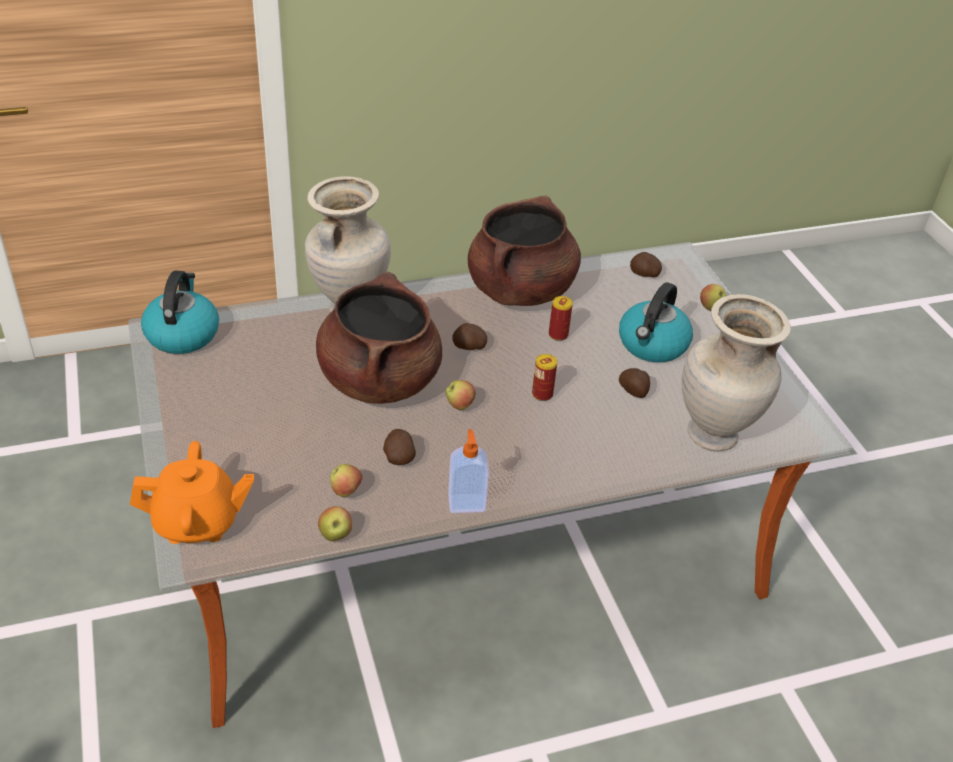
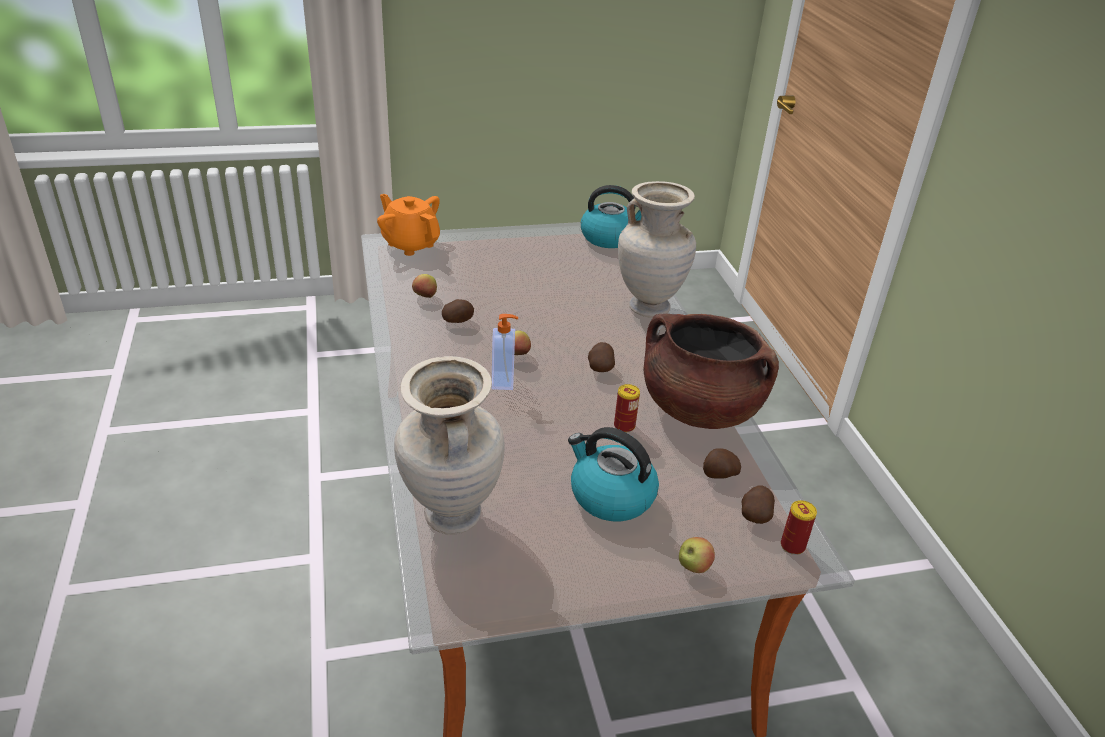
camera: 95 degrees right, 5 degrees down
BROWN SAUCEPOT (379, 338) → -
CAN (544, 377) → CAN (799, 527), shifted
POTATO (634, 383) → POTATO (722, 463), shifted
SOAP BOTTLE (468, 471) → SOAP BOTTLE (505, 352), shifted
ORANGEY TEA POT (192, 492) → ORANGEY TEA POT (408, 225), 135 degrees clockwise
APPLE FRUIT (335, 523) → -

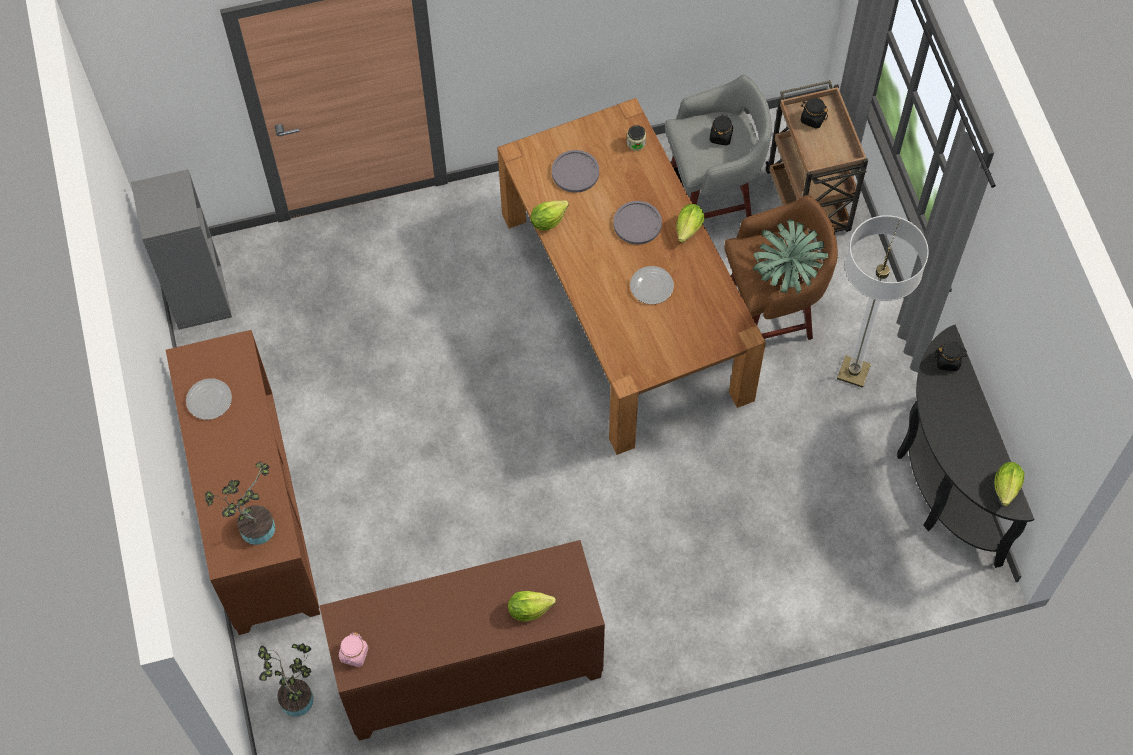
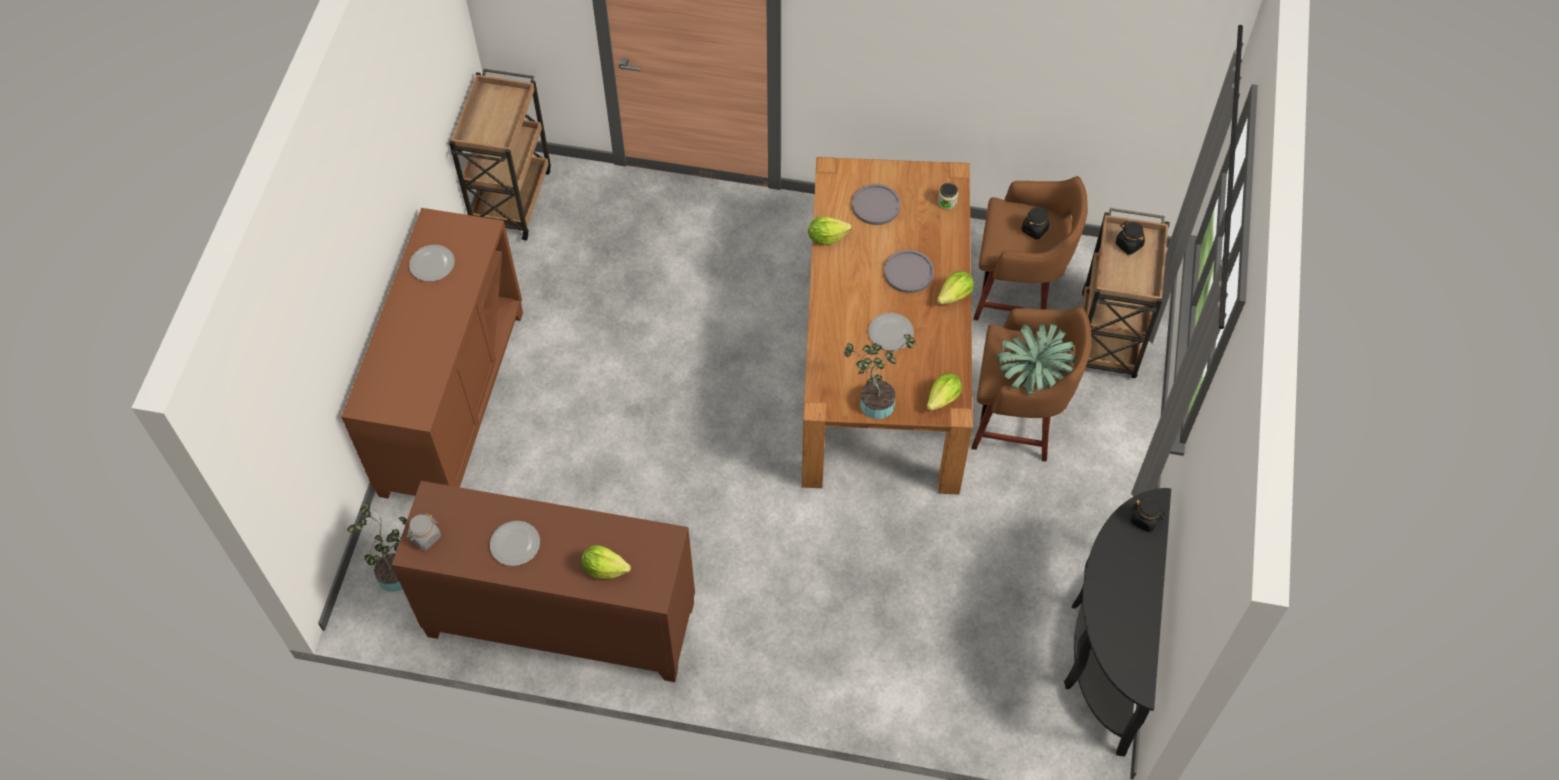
camera: 25 degrees right, 5 degrees down
GRAY STOOL SEAT (718, 146) → BROWN STOOL SEAT (1030, 248)
GRAY BOOKCASE (181, 249) → BROWN WHEELED CART (500, 154)
STANDING LAMP (883, 301) → -
POTTED PLANT (240, 503) → POTTED PLANT (880, 376), shifted
LETTUCE (1009, 484) → LETTUCE (944, 392), shifted
PINK-COLOURED STORAGE JAR (354, 649) → GRAY STORAGE JAR (424, 532)
- → PLATE (515, 543)

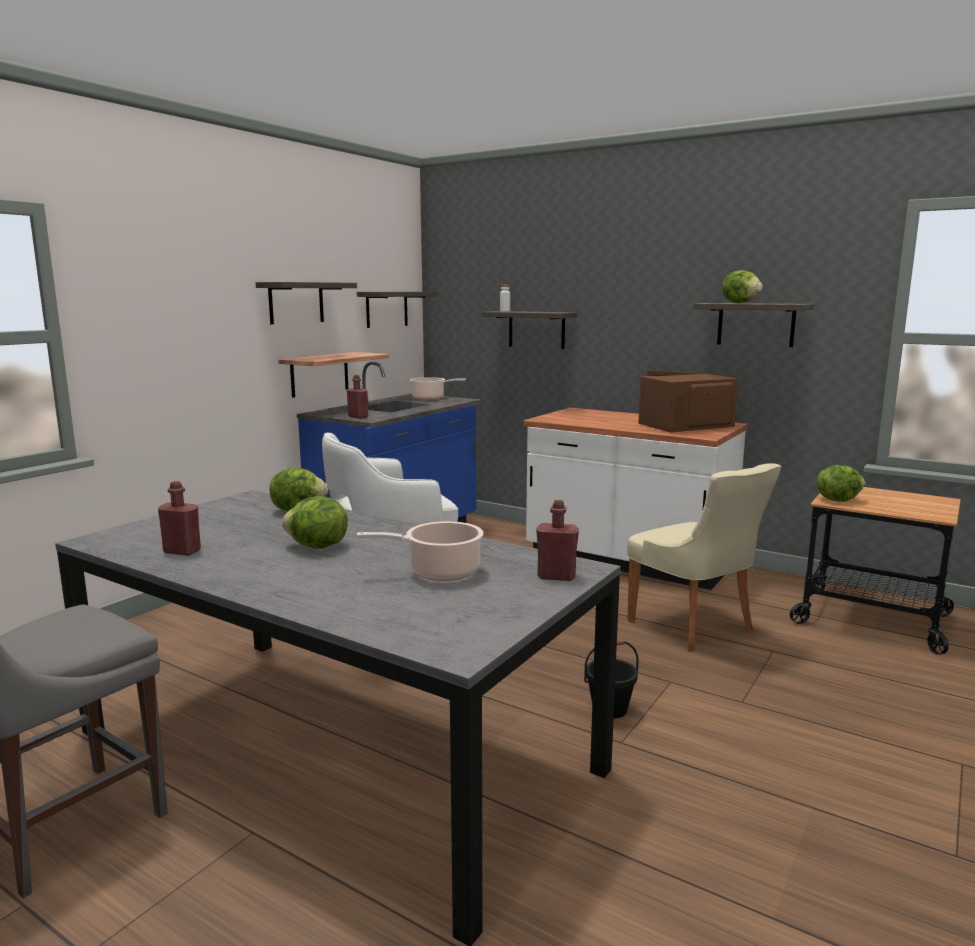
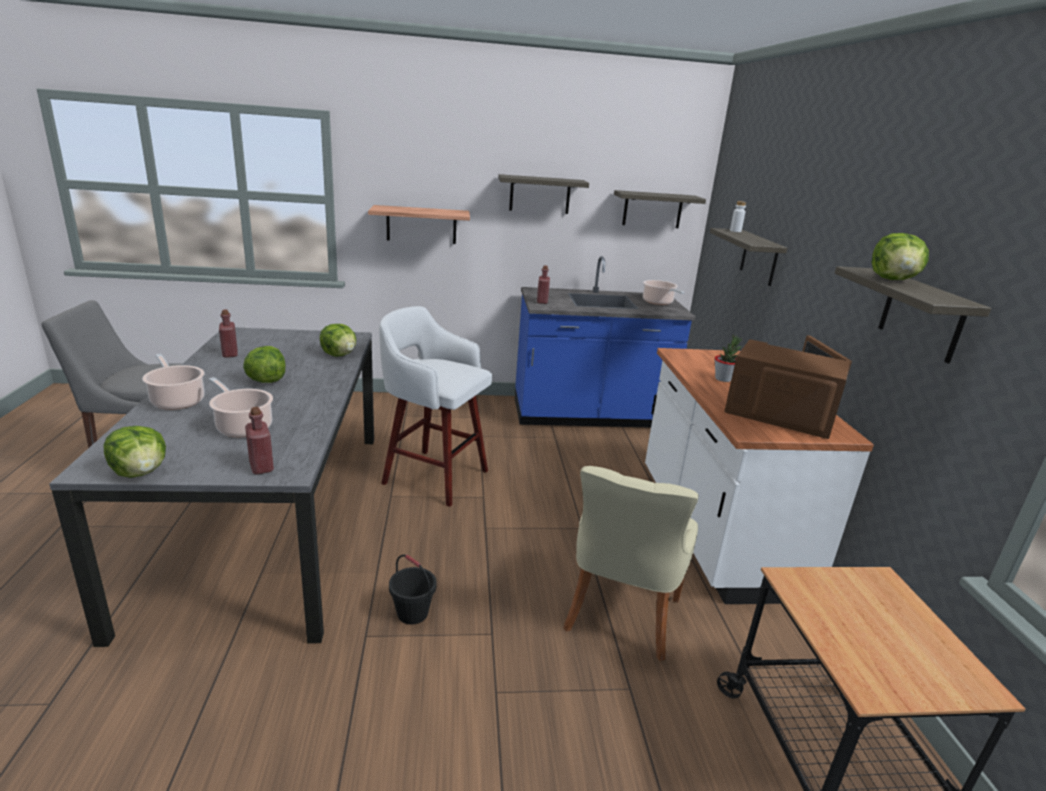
camera: 50 degrees right, 10 degrees up
WALL SHELF (333, 375) → WALL SHELF (419, 224), shifted
LETTUCE (840, 483) → LETTUCE (135, 452), shifted
- → POTTED PLANT (728, 358)
- → SAUCEPOT (173, 382)

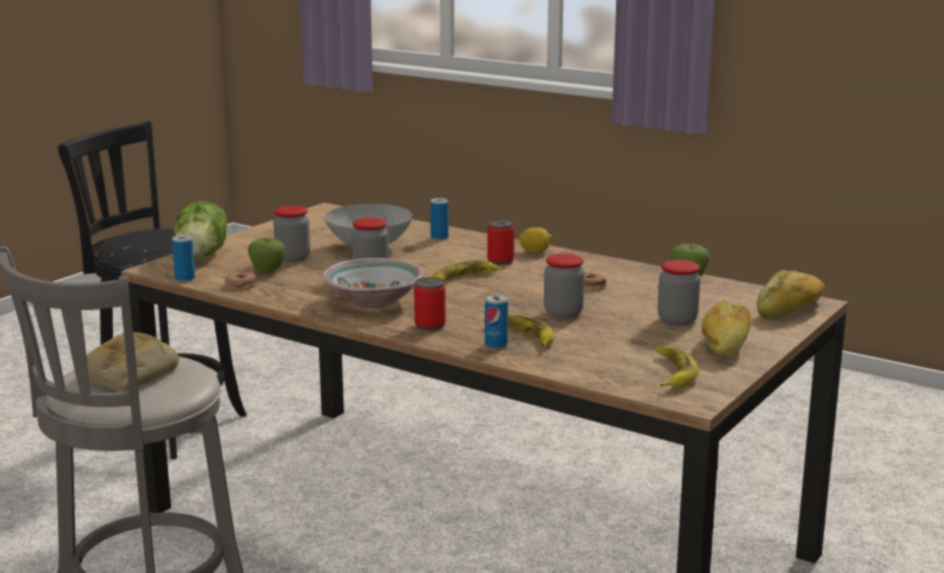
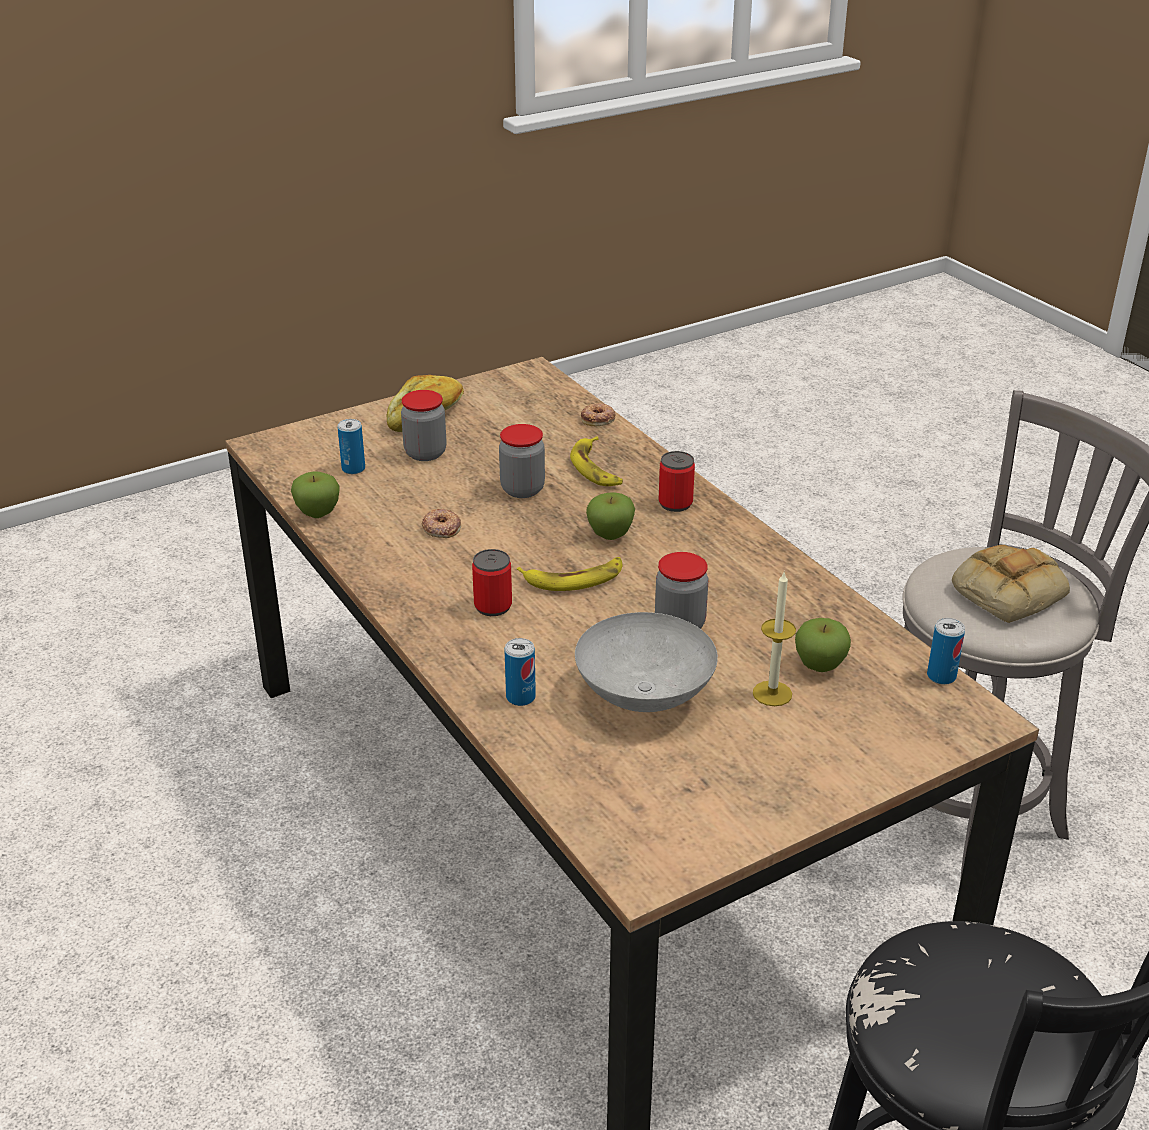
camera: 155 degrees left, 15 degrees up
LETTUCE (200, 229) → -
STORAGE JAR (291, 234) → WAX CANDLE (774, 639)
LEMON (535, 240) → -
DEEP DISH (373, 283) → -
BREAD (791, 294) → -
RING DOUGHNUT (241, 280) → RING DOUGHNUT (598, 414), shifted
CAN (496, 322) → CAN (351, 446), shifted
BANANA (677, 367) → -
- → APPLE FRUIT (610, 516)

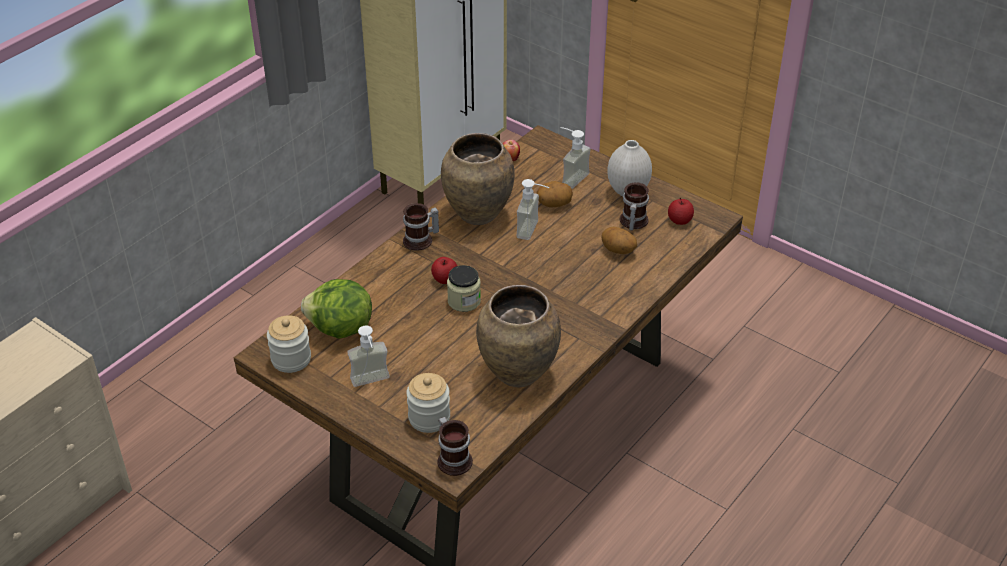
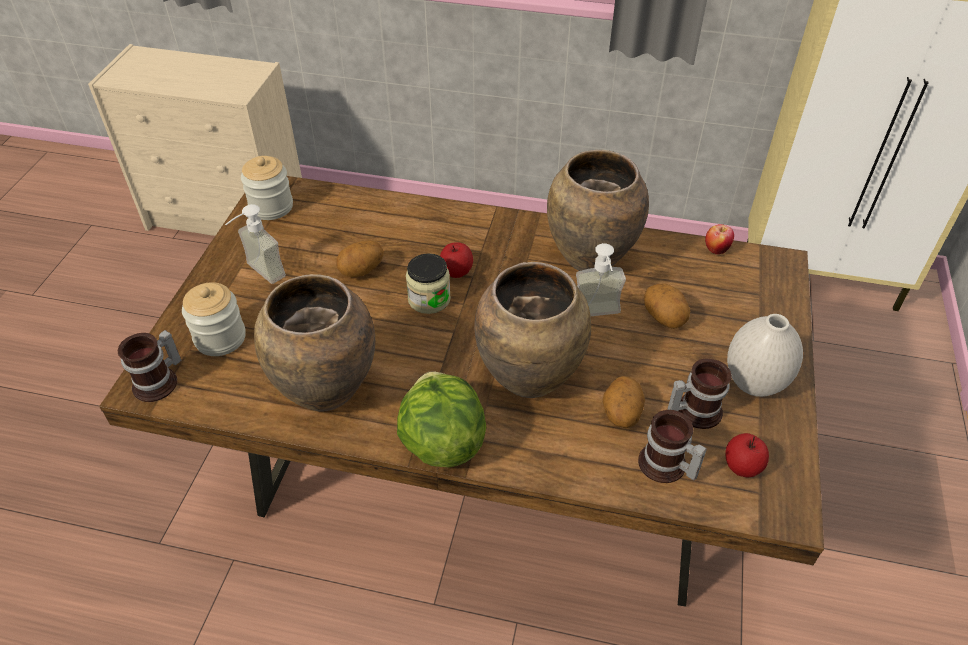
camera: 65 degrees right, 5 degrees up
SOAP BOTTLE (575, 158) → -
COFFEE MUG (421, 227) → COFFEE MUG (672, 446), shifted
LETTUCE (336, 309) → LETTUCE (441, 419), shifted
- → POTATO (360, 258)
- → BROWN VASE (532, 330)

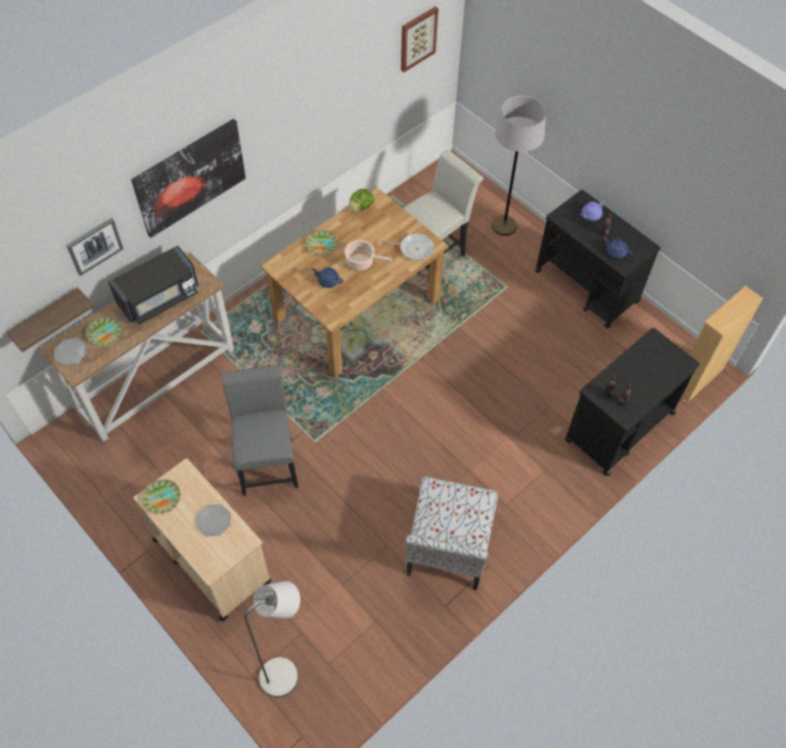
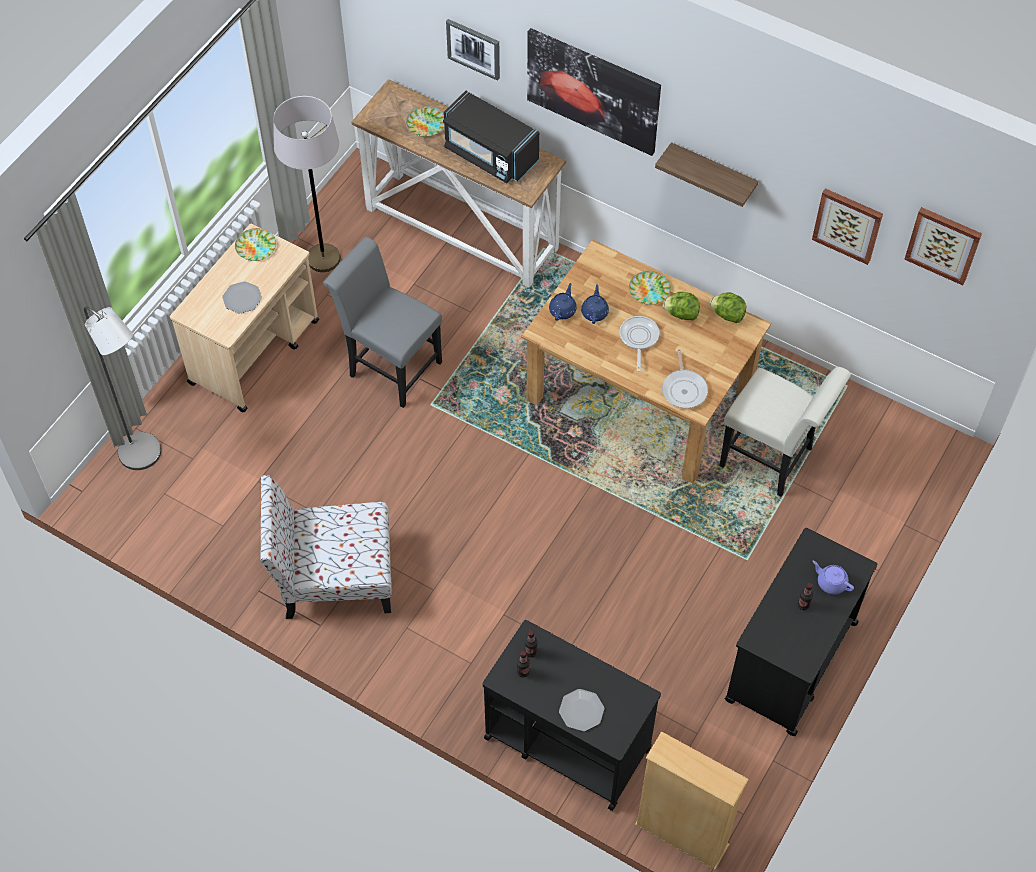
camera: 75 degrees right, 0 degrees up
GRAY STANDING LAMP (519, 166) → GRAY STANDING LAMP (307, 184), shifted
BLUE-COLOURED TEA POT (617, 247) → BLUE-COLOURED TEA POT (563, 302), shifted
SAUCEPOT (368, 255) → FRYING PAN (639, 344)
WALL SHELF (50, 319) → WALL SHELF (706, 174), shifted
PLATE (70, 352) → PLATE (581, 710), shifted
GRAY PLAIN CHAIR (260, 430) → GRAY PLAIN CHAIR (382, 322), 120 degrees counterclockwise
- → PICTURE (847, 226)
- → LETTUCE (681, 306)

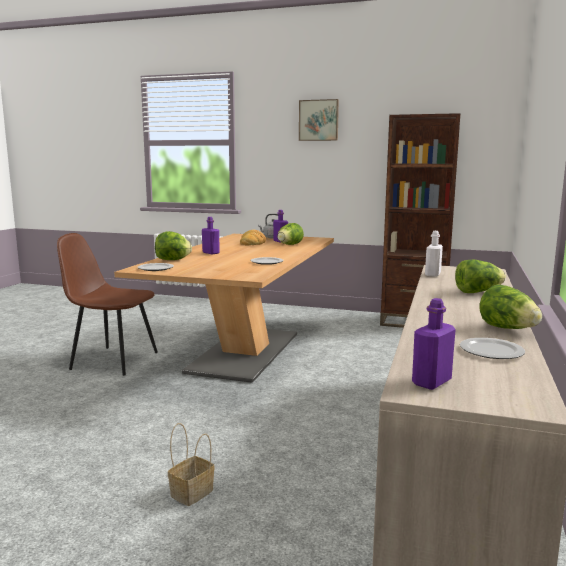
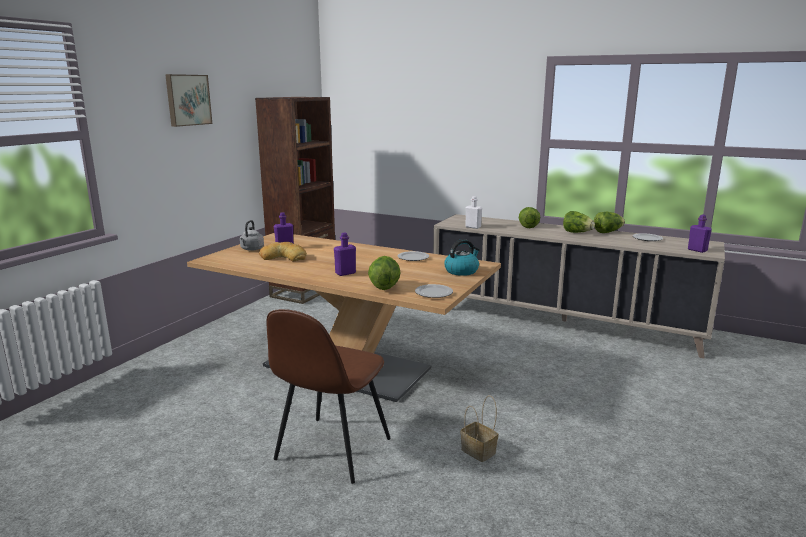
camera: 80 degrees left, 5 degrees up
LETTUCE (290, 234) → LETTUCE (579, 222), shifted
BASKET (191, 464) → BASKET (479, 428), shifted
- → TEA KETTLE (462, 257)

